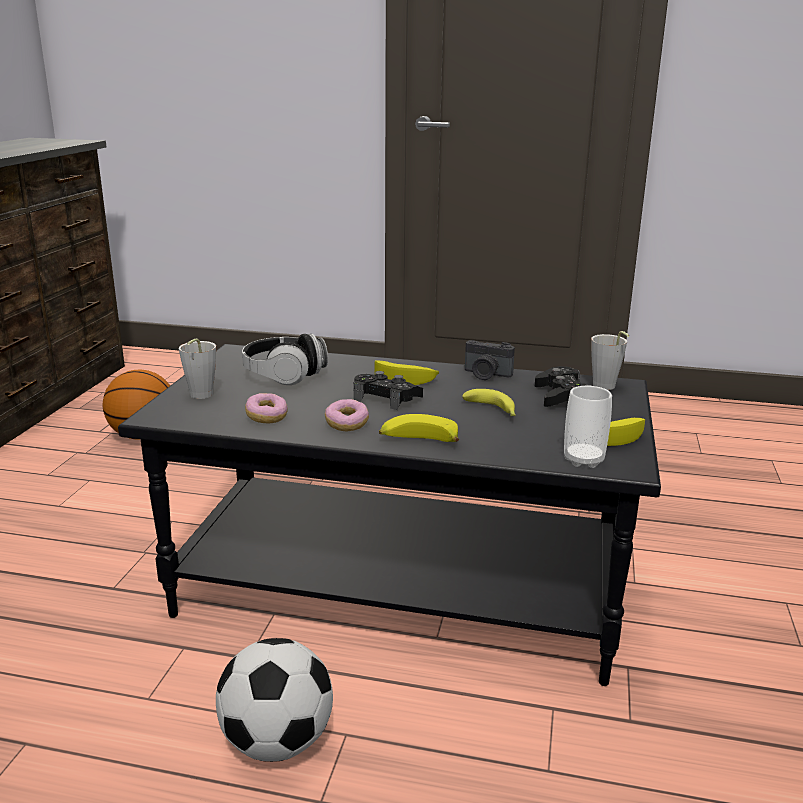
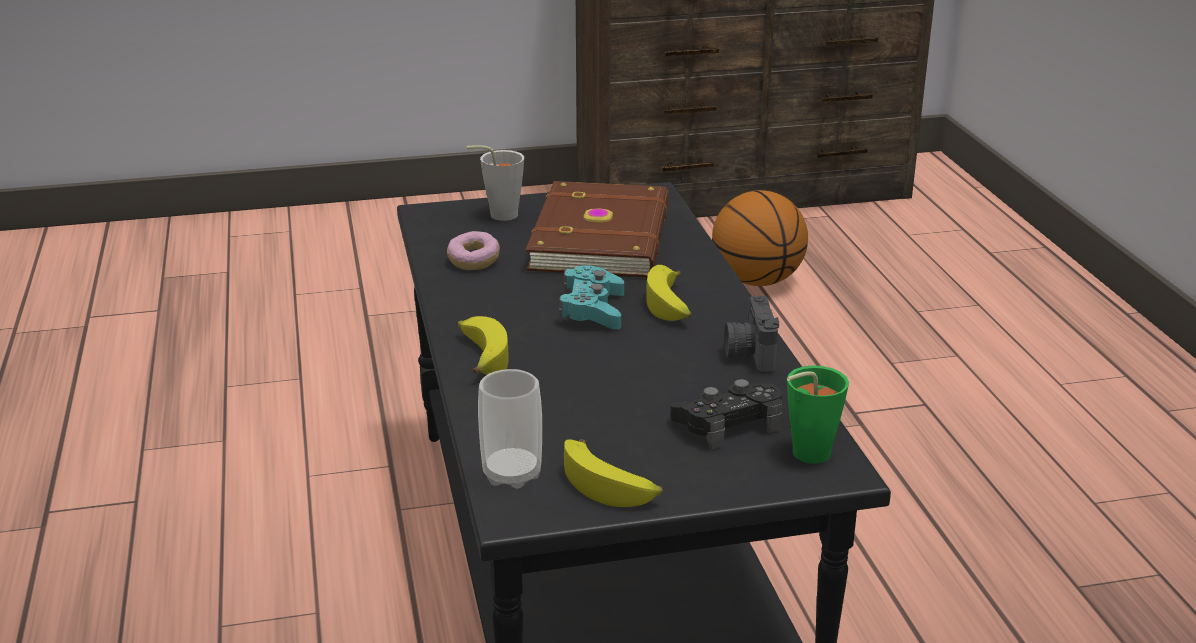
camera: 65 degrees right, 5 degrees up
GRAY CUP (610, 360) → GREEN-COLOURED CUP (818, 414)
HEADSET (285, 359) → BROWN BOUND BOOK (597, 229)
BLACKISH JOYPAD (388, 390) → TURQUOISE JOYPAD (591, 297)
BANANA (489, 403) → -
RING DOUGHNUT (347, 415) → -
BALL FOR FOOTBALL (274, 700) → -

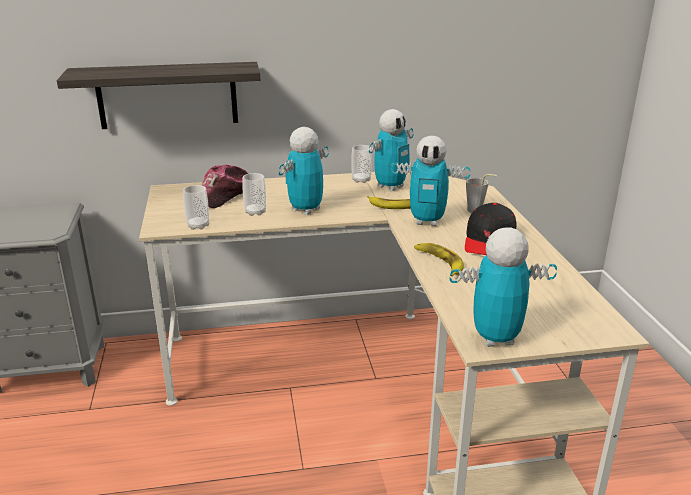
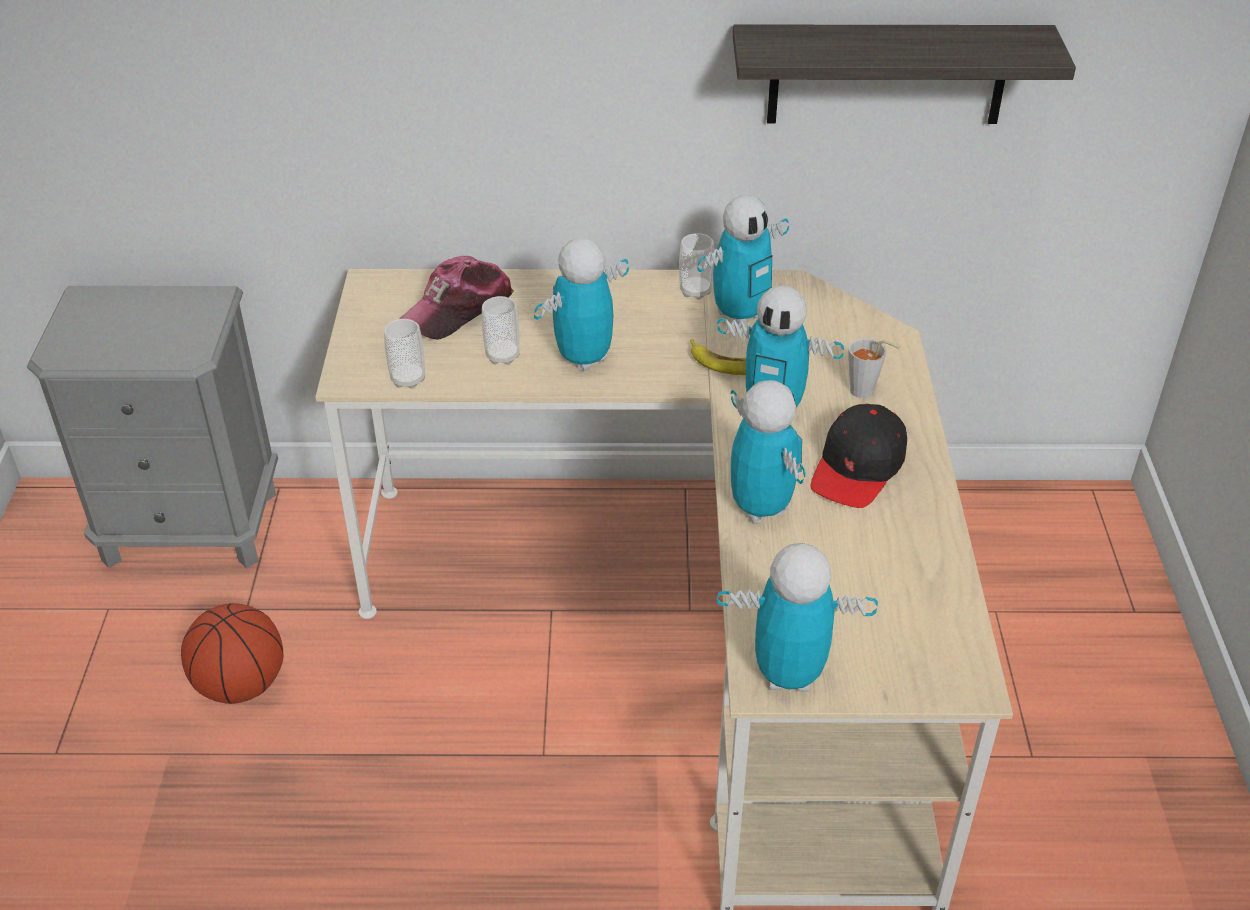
camera: 10 degrees right, 15 degrees up
WALL SHELF (158, 95) → WALL SHELF (904, 74), shifted
BANANA (439, 260) → MODEL ROBOT (768, 451)
- → BALL FOR BASKETBALL (232, 653)

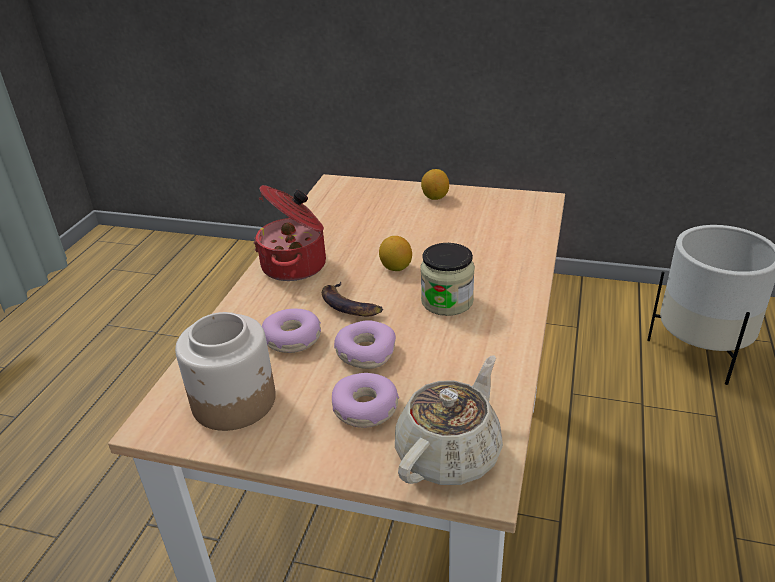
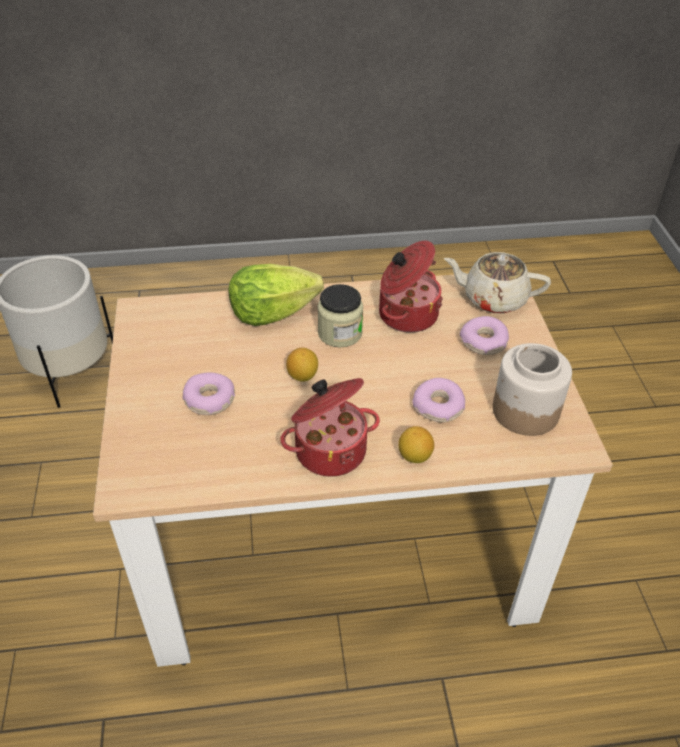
camera: 115 degrees left, 10 degrees up
LEMON (435, 184) → LEMON (416, 444), shifted
BANANA (352, 299) → -
RING DOUGHNUT (365, 344) → RING DOUGHNUT (209, 393), shifted
- → SAUCEPOT (411, 287)
- → LETTUCE (276, 295)

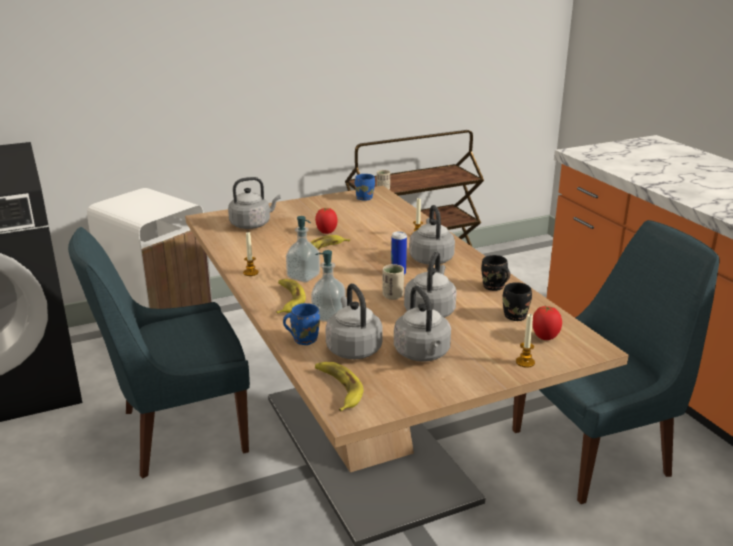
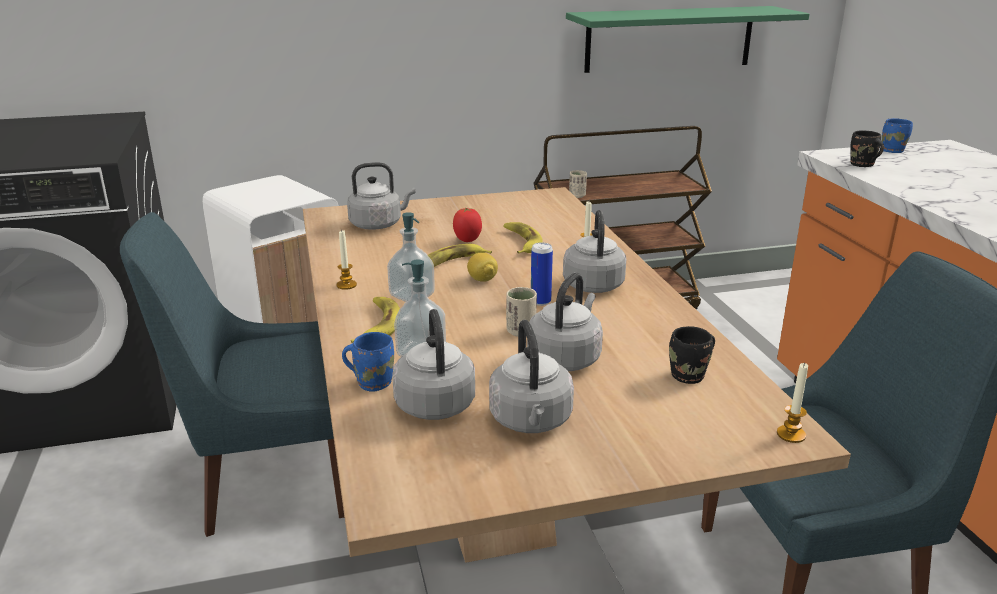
camera: 10 degrees right, 0 degrees up
BLUE-COLOURED COFFEE MUG (365, 187) → BLUE-COLOURED COFFEE MUG (897, 135), shifted
BLACKISH COFFEE MUG (495, 273) → BLACKISH COFFEE MUG (867, 149), shifted
TOMATO (547, 323) → -
WAX CANDLE (525, 340) → WAX CANDLE (792, 402), shifted
BANANA (339, 386) → BANANA (523, 238), shifted
- → GREEN-COLOURED WALL SHELF (687, 39)
- → LEMON (482, 267)

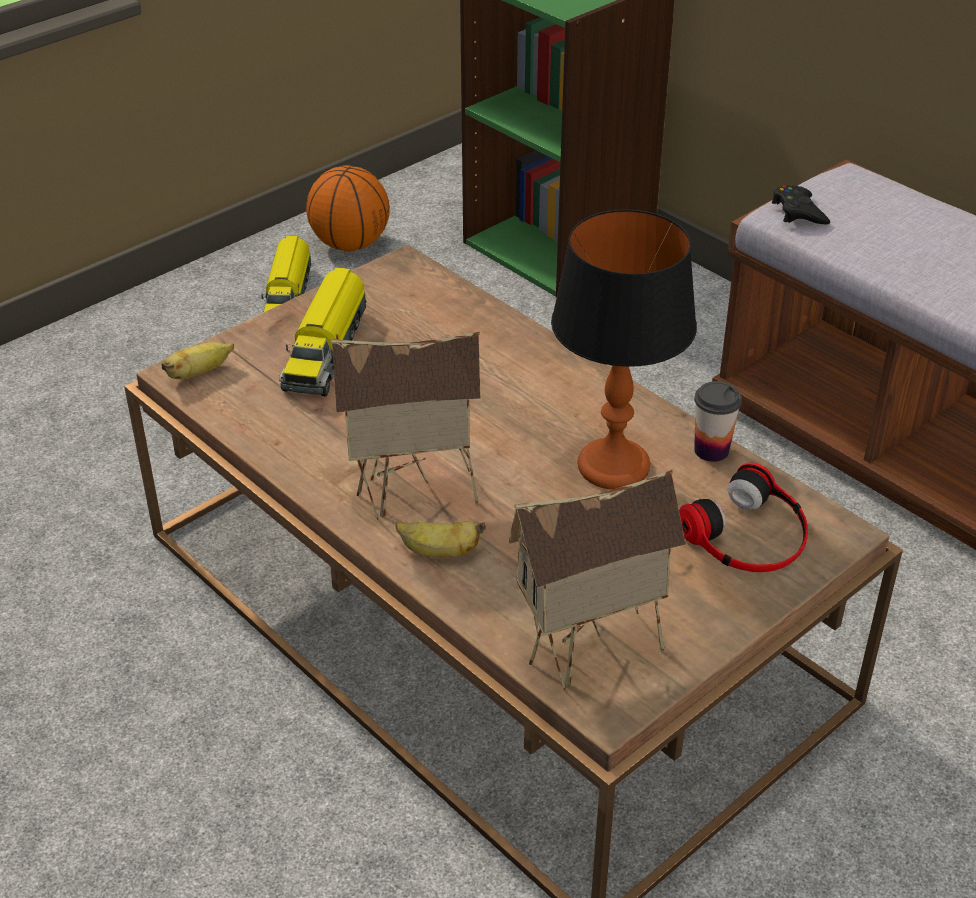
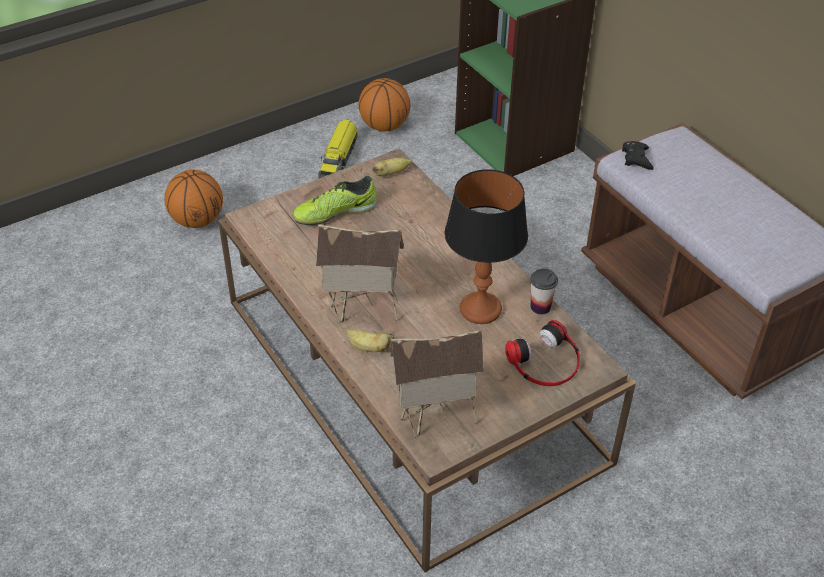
camera: 10 degrees right, 5 degrees up
TOY LORRY (323, 331) → SHOE (334, 200)
BANANA (198, 360) → BANANA (392, 167), shifted
- → BALL FOR BASKETBALL (193, 199)

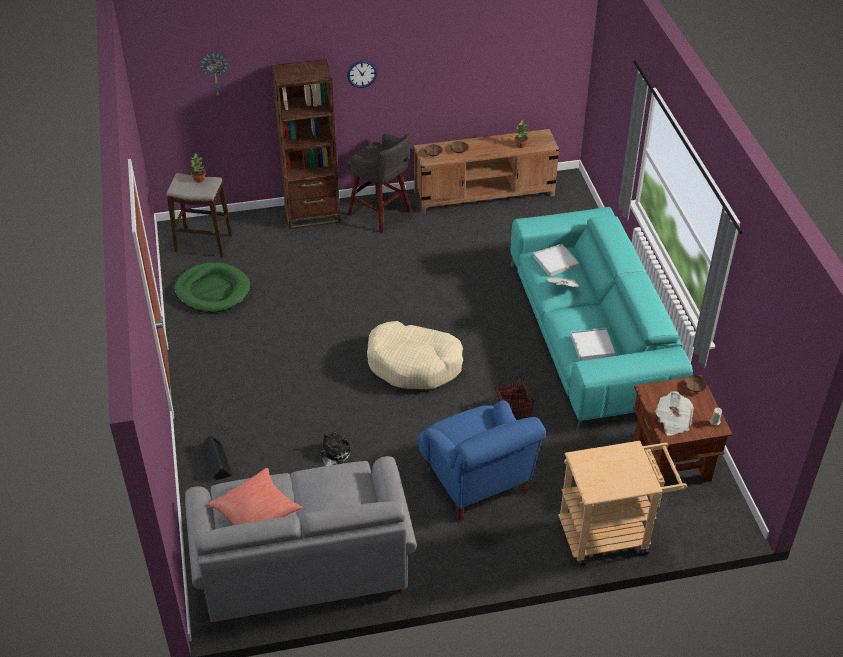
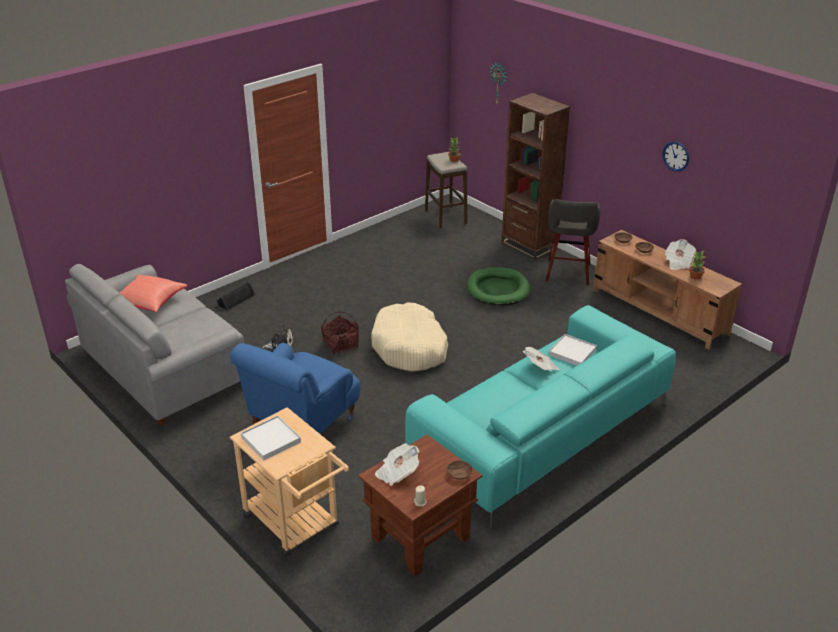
camera: 60 degrees right, 10 degrees down
CLOCK ON THE WALL (362, 74) → CLOCK ON THE WALL (676, 156), shifted
GREEN-COLOURED DOG CUSHION (212, 287) → GREEN-COLOURED DOG CUSHION (498, 286), shifted
WHITE CARRYING TRAY (593, 344) → WHITE CARRYING TRAY (271, 438), shifted
BASKET (515, 398) → BASKET (340, 333), shifted
- → DAILY PAPER (681, 254)

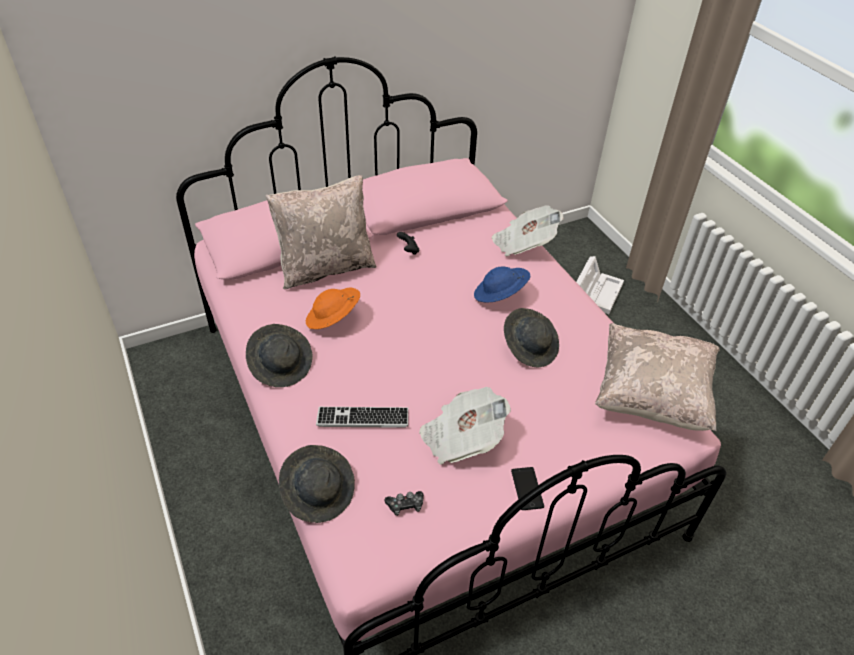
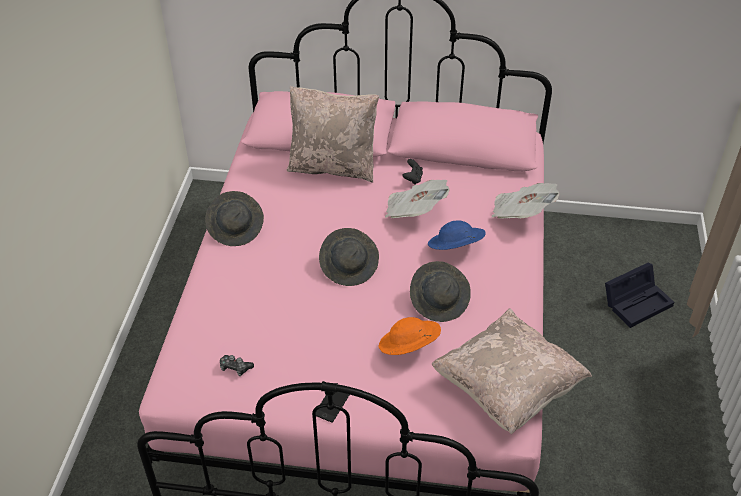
camera: 35 degrees right, 0 degrees up
WHITE STORAGE BOX (600, 285) → BLACKISH STORAGE BOX (639, 295)
ORANGEY WEARABLE HAT (333, 308) → ORANGEY WEARABLE HAT (409, 336), shifted
DAILY PAPER (465, 426) → DAILY PAPER (417, 199), shifted
COMPUTER KEYBOARD (362, 417) → -
GRAY WEARABLE HAT (317, 484) → GRAY WEARABLE HAT (349, 257), shifted

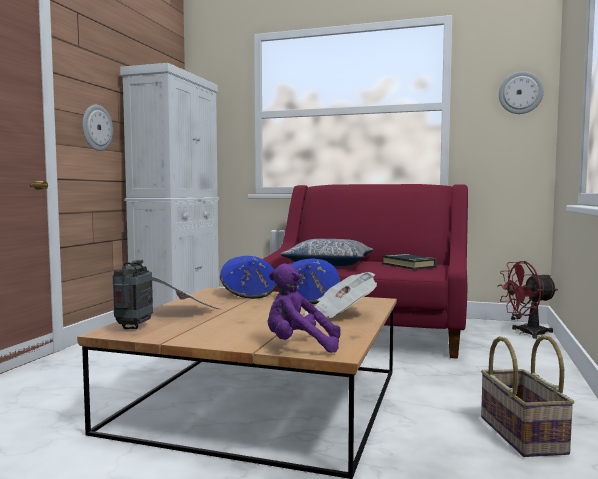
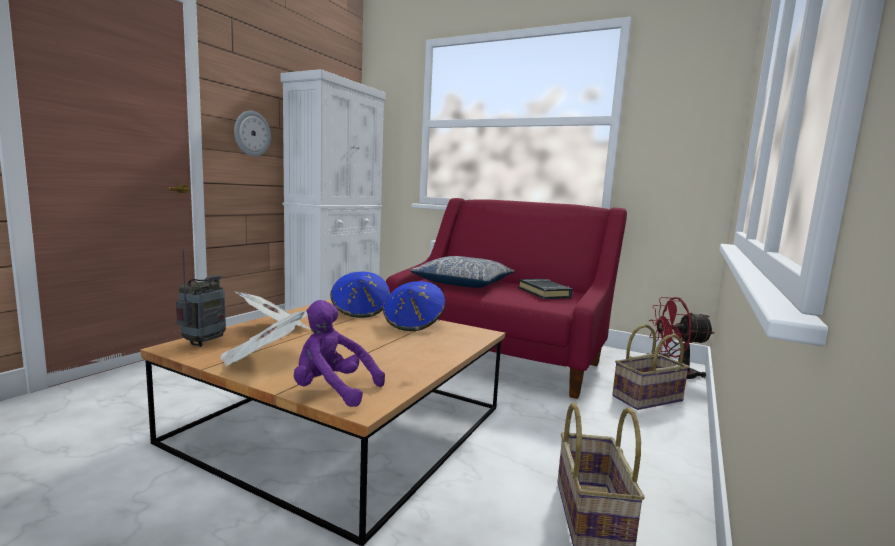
camera: 10 degrees right, 5 degrees up
CLOCK ON THE WALL (521, 92) → -
DAILY PAPER (341, 295) → DAILY PAPER (264, 339), shifted
- → BASKET (650, 367)

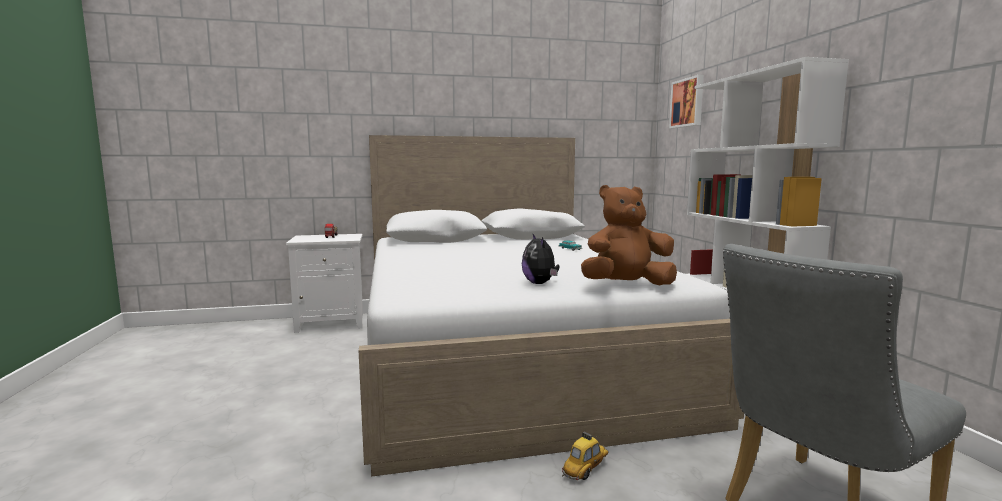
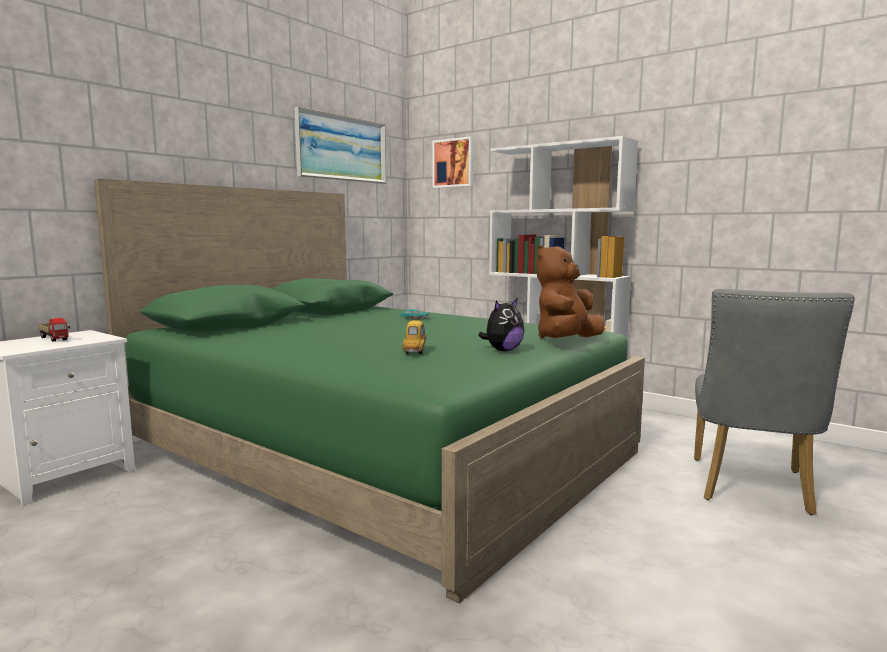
camera: 40 degrees left, 0 degrees up
WHITE BED (551, 305) → GREEN-COLOURED BED (369, 391)
SOFT TOY (541, 259) → SOFT TOY (501, 324), 75 degrees counterclockwise
MODEL CAR (585, 456) → MODEL CAR (414, 335), shifted
- → PICTURE (340, 145)

